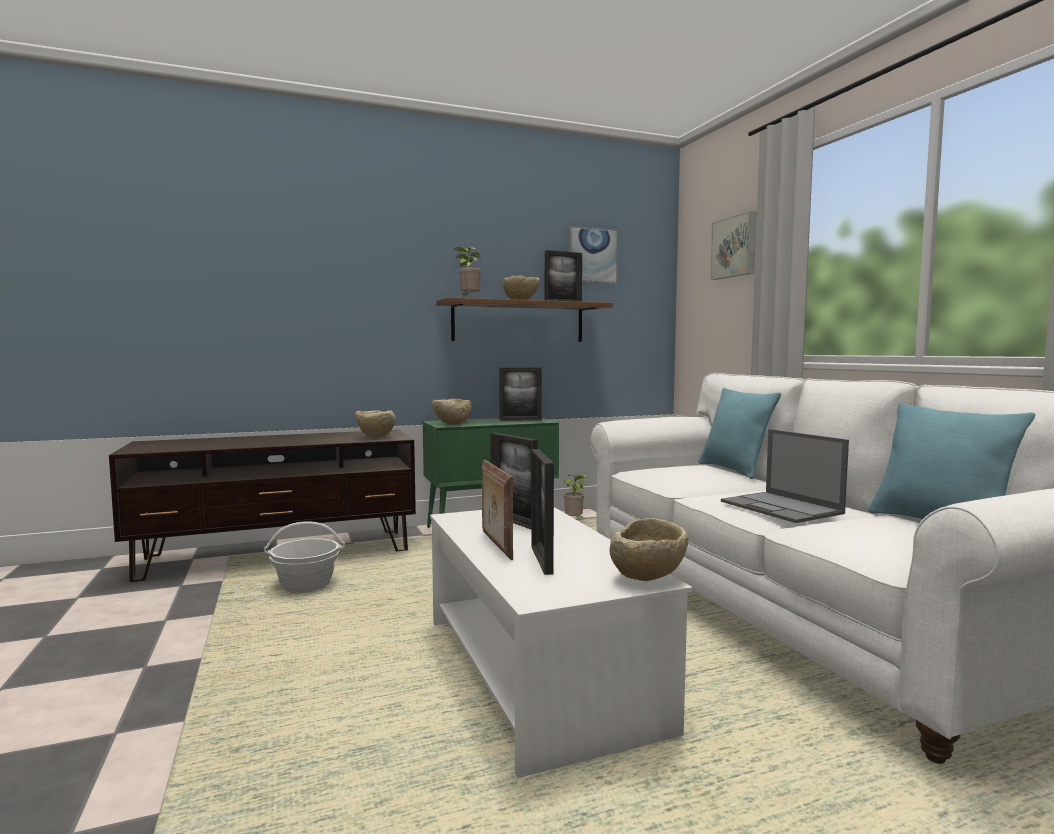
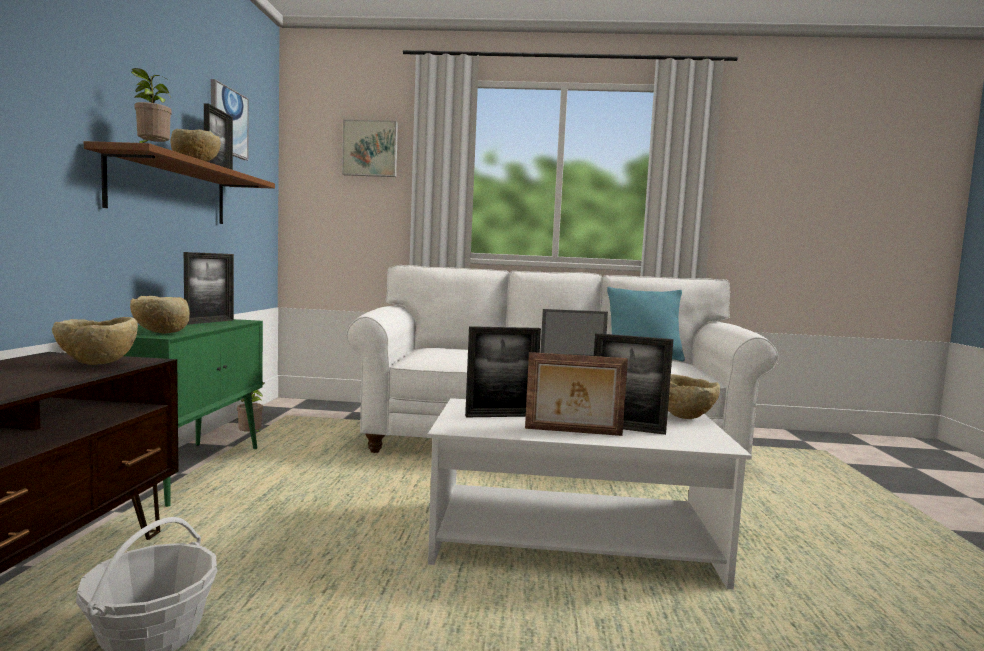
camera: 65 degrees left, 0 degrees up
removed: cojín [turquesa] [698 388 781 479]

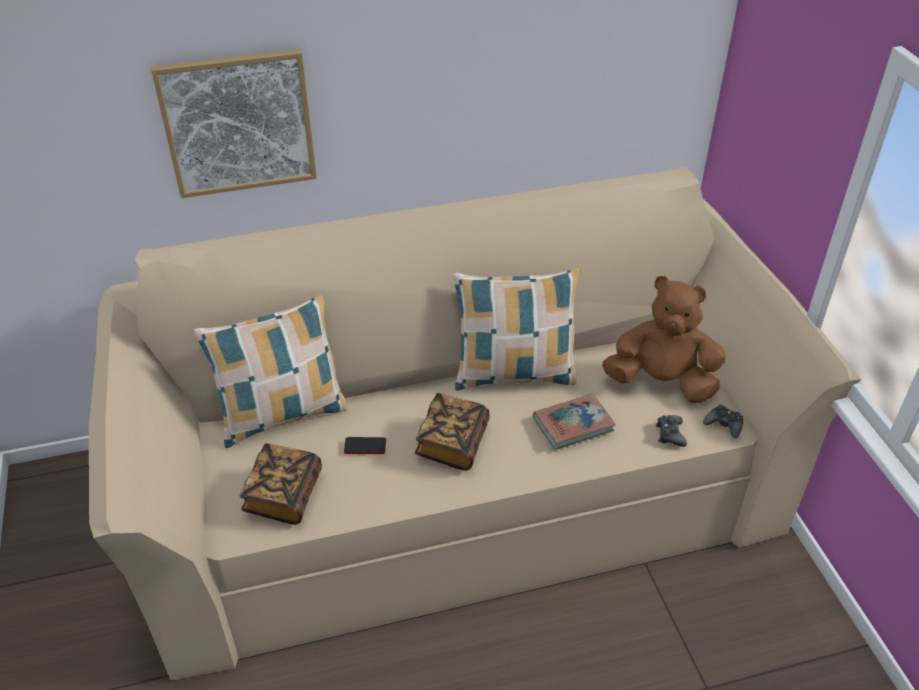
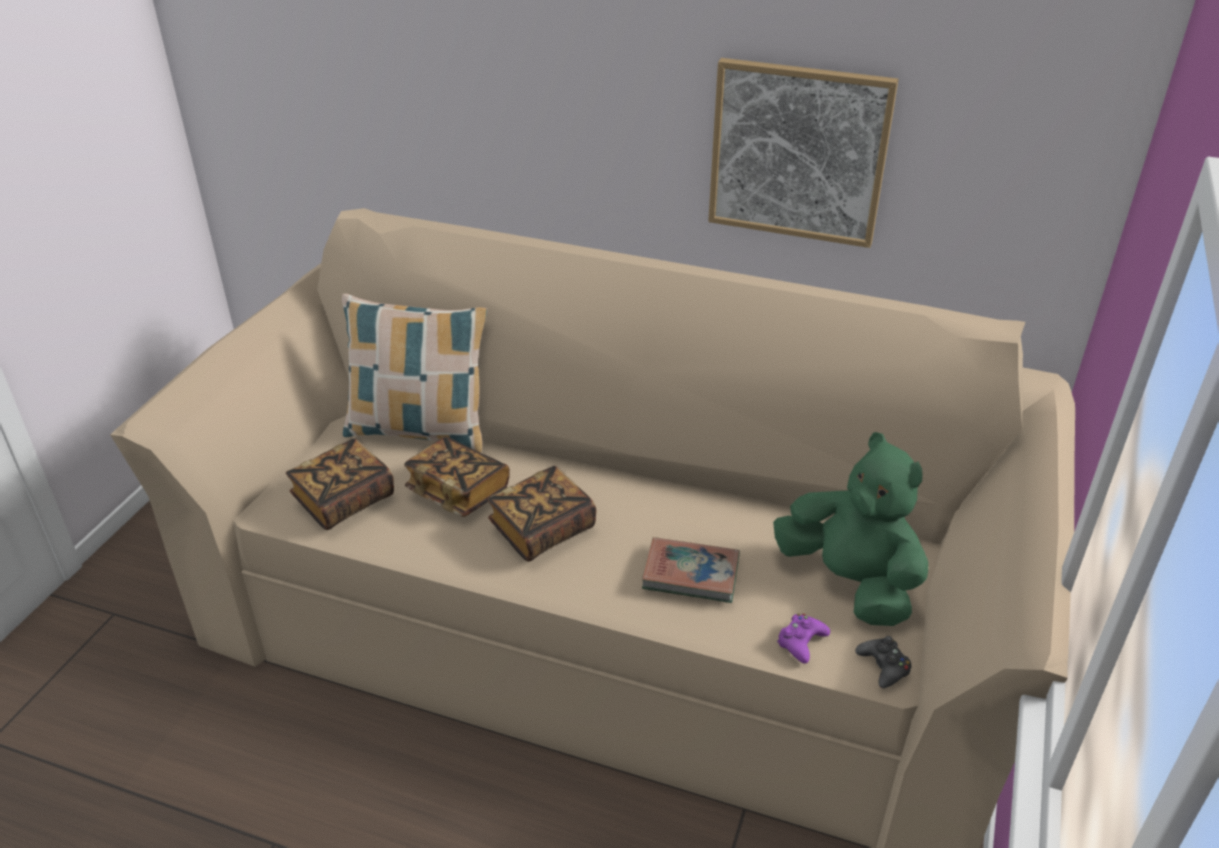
camera: 35 degrees right, 5 degrees down
removed: cojín [453 269 580 391]
moved: cuadro [151 49 317 198] to [708 58 899 248]
replaced: móvil [344 437 386 454] to libro [404 437 510 517]
recoloured: peluche [marrón] [602 276 726 403] to peluche [verde] [773 432 928 626]; mando de consola [negro] [656 415 687 447] to mando de consola [morado] [777 614 830 664]

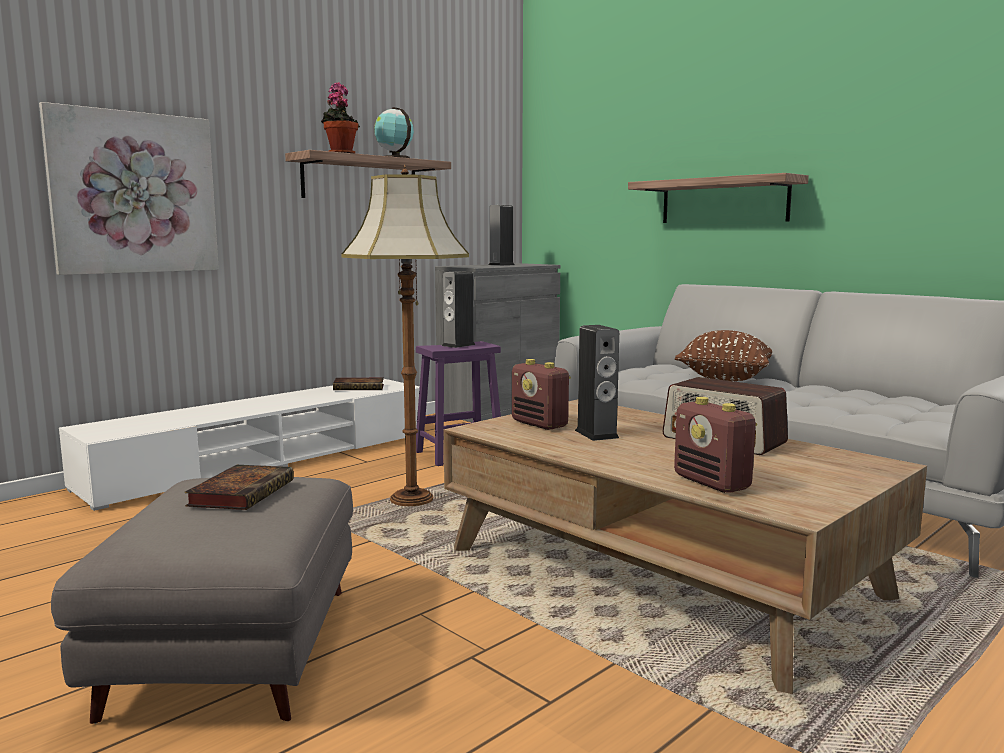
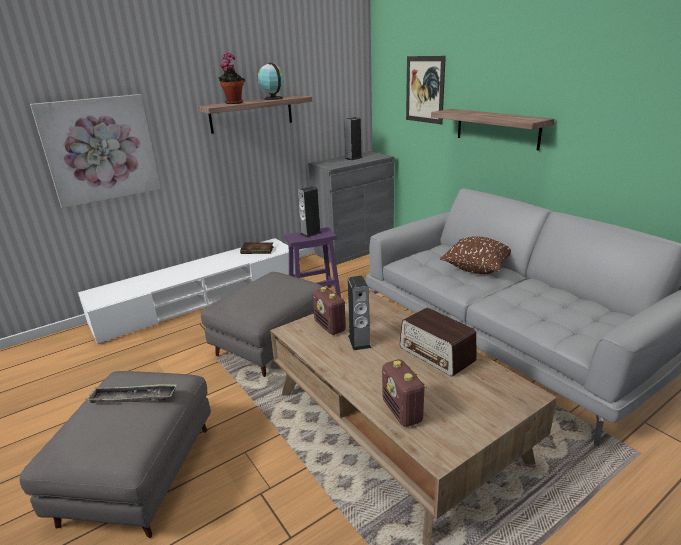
camera: 10 degrees right, 15 degrees up
added: cuadro [406 56 446 124]
replaced: libro [185 465 294 510] to bandeja [85 384 177 403]; lámpara de pie [341 165 469 506] to puf [gris] [201 272 324 377]

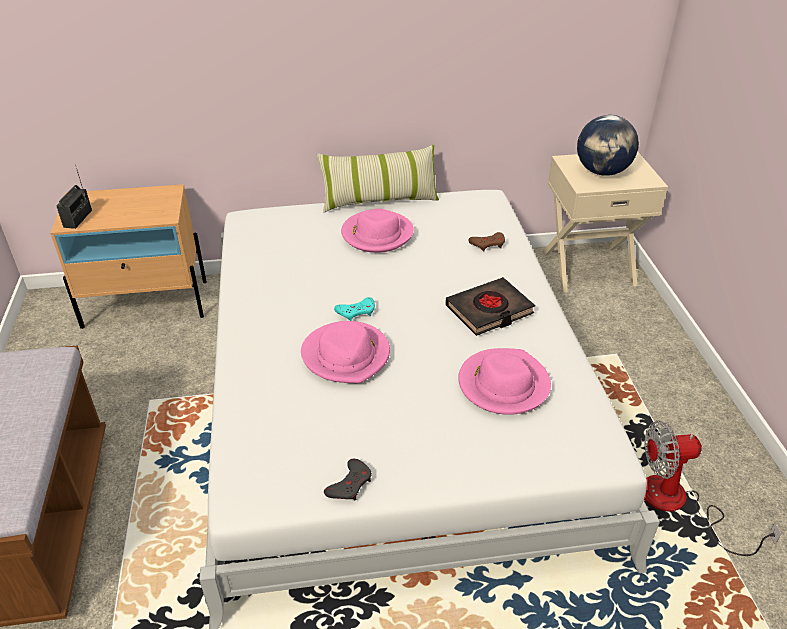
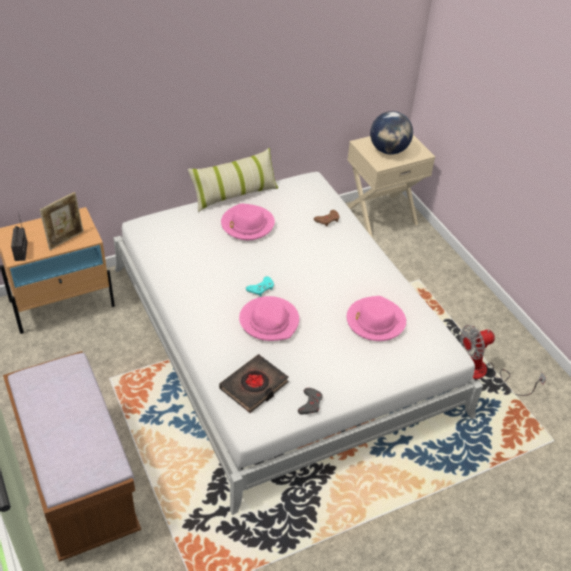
camera: 20 degrees left, 5 degrees up
added: portarretratos [40 192 84 250]
moved: libro [negro] [445 277 535 336] to [219 354 289 413]

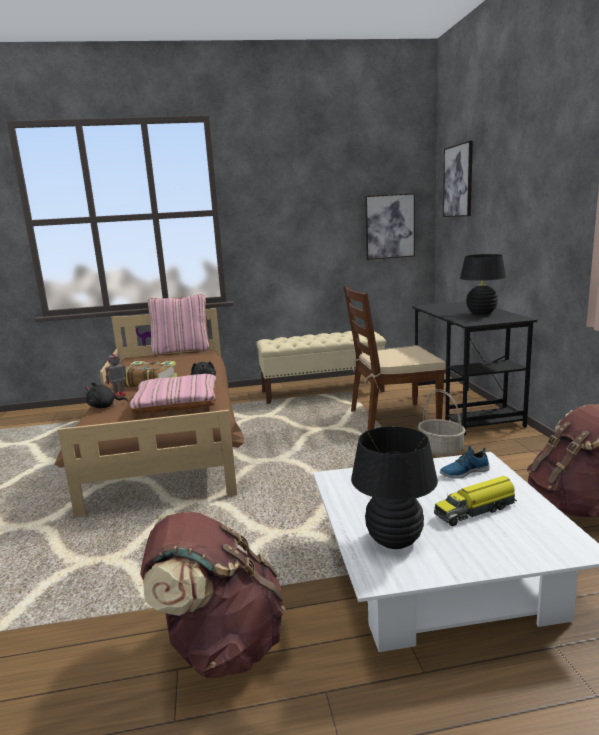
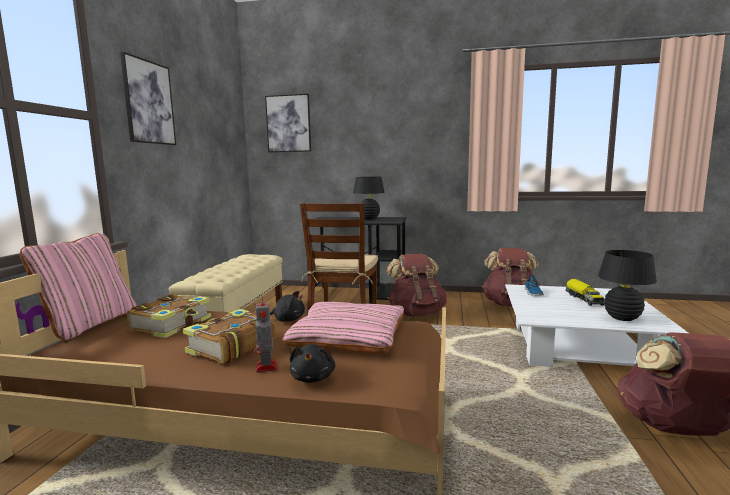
camera: 70 degrees left, 5 degrees down
added: libro [127 294 211 338]
moved: cuadro [365 193 415 260] to [120 52 176 145]
replaced: cesta [418 389 466 456] to mochila [marrón] [386 254 447 316]

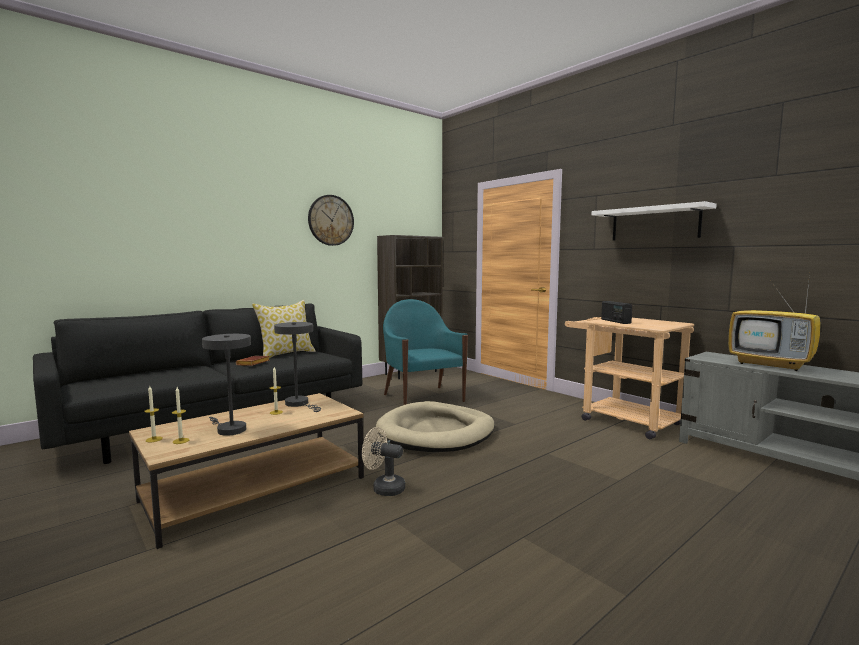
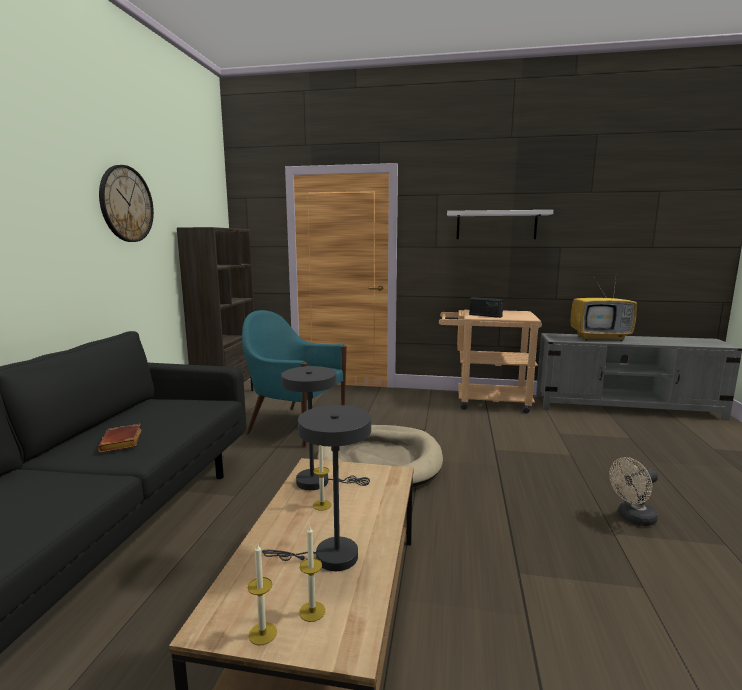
camera: 40 degrees left, 5 degrees up
removed: cojín [252 300 316 358]
moved: ventilador [beis] [362 427 405 496] to [609 457 658 526]

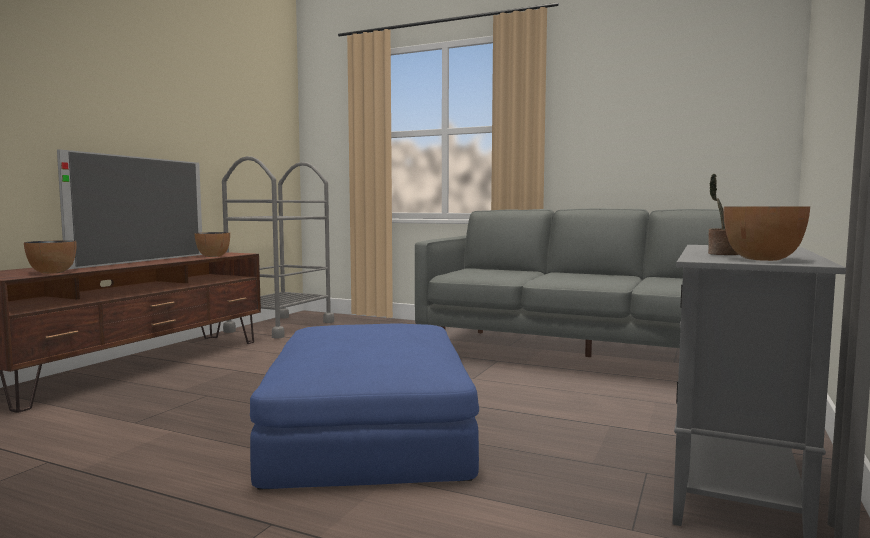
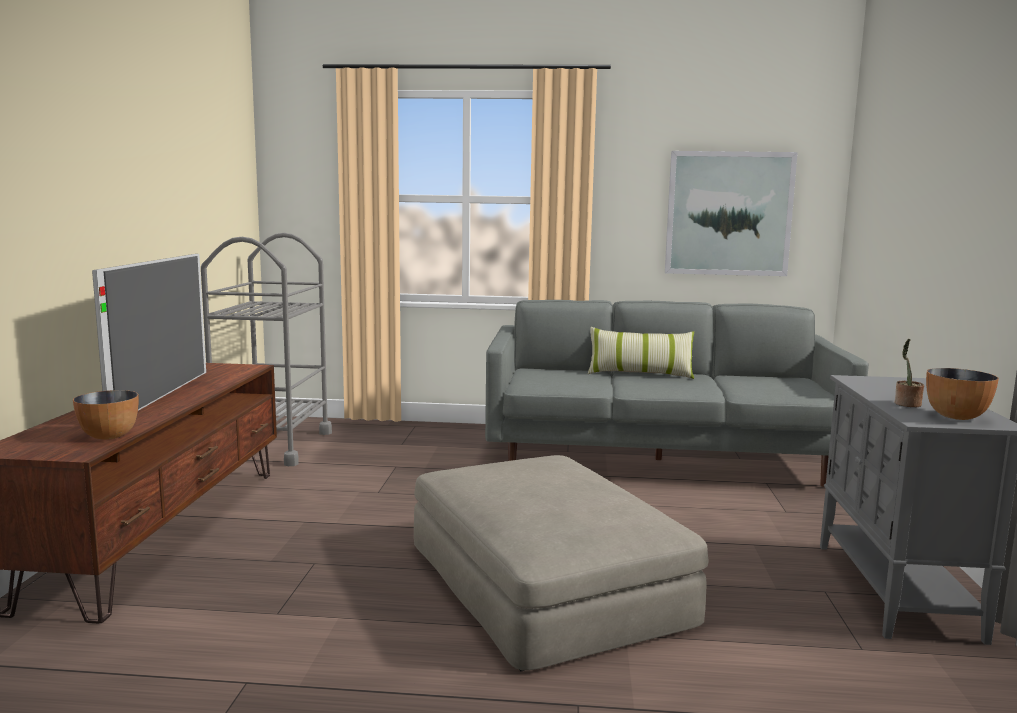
camera: 20 degrees left, 5 degrees up
removed: cuenco [194 232 230 257]
added: cojín [588 327 694 379]; cuadro [665 151 798 276]
recoloured: puf [azul] [250 324 479 490] to puf [beis] [414 455 709 671]

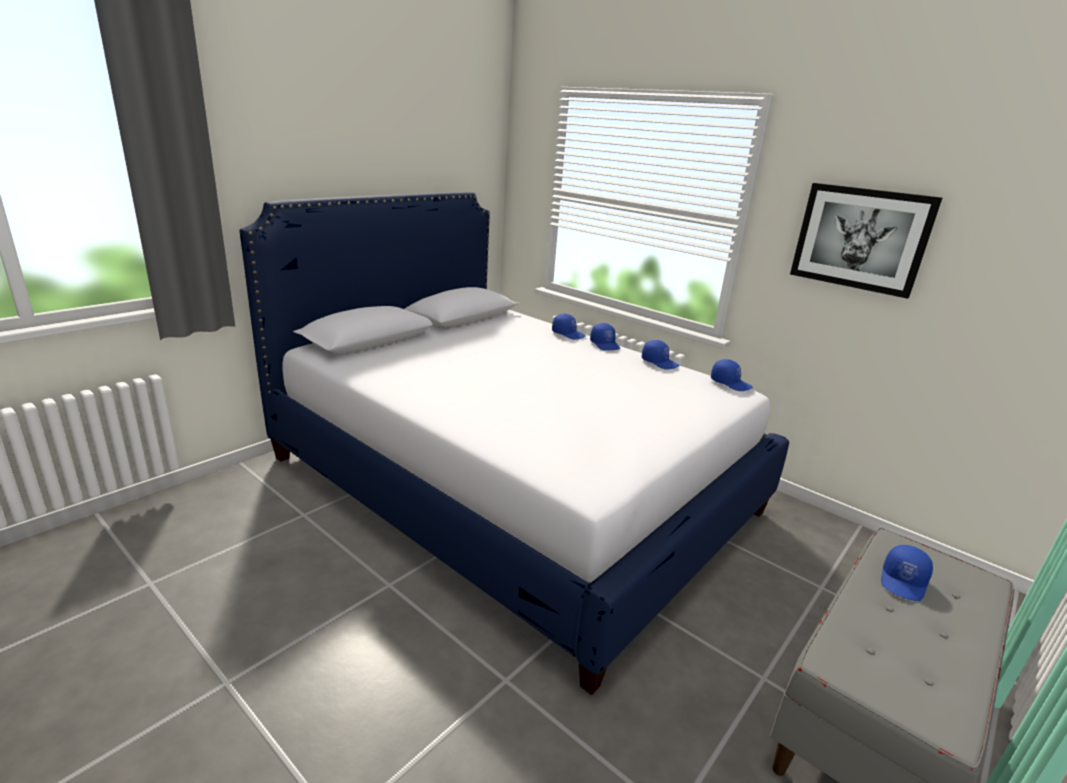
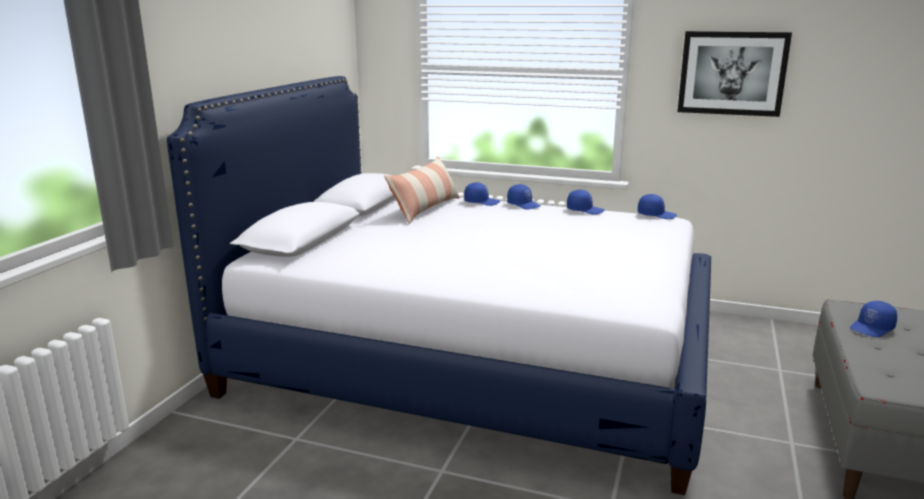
camera: 20 degrees left, 5 degrees down
added: cojín [384 156 460 224]
turned: gorra [azul] [881 545 933 601] = [850 301 897 337] 45 degrees clockwise

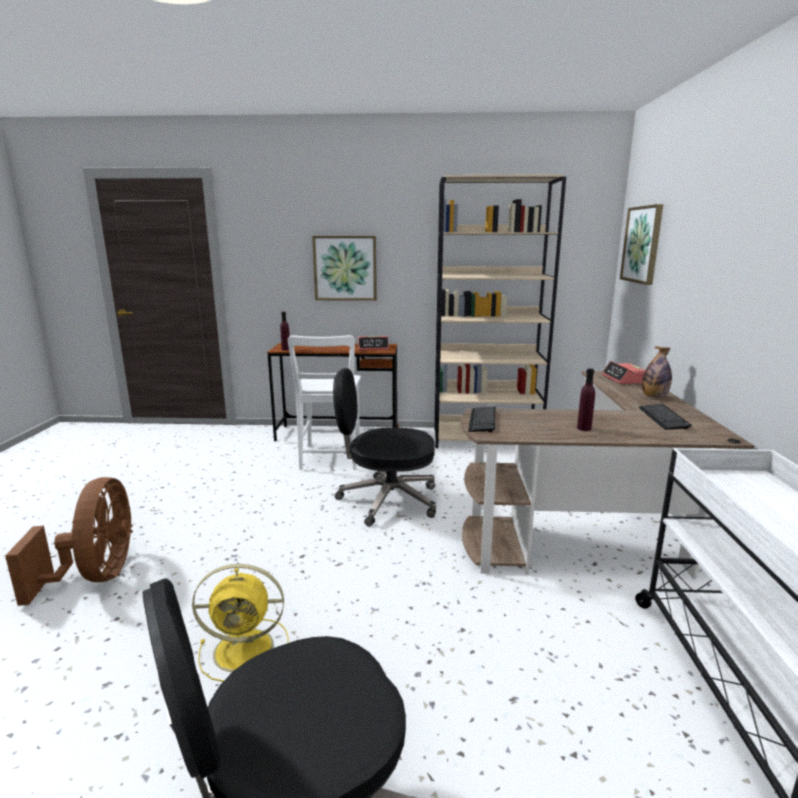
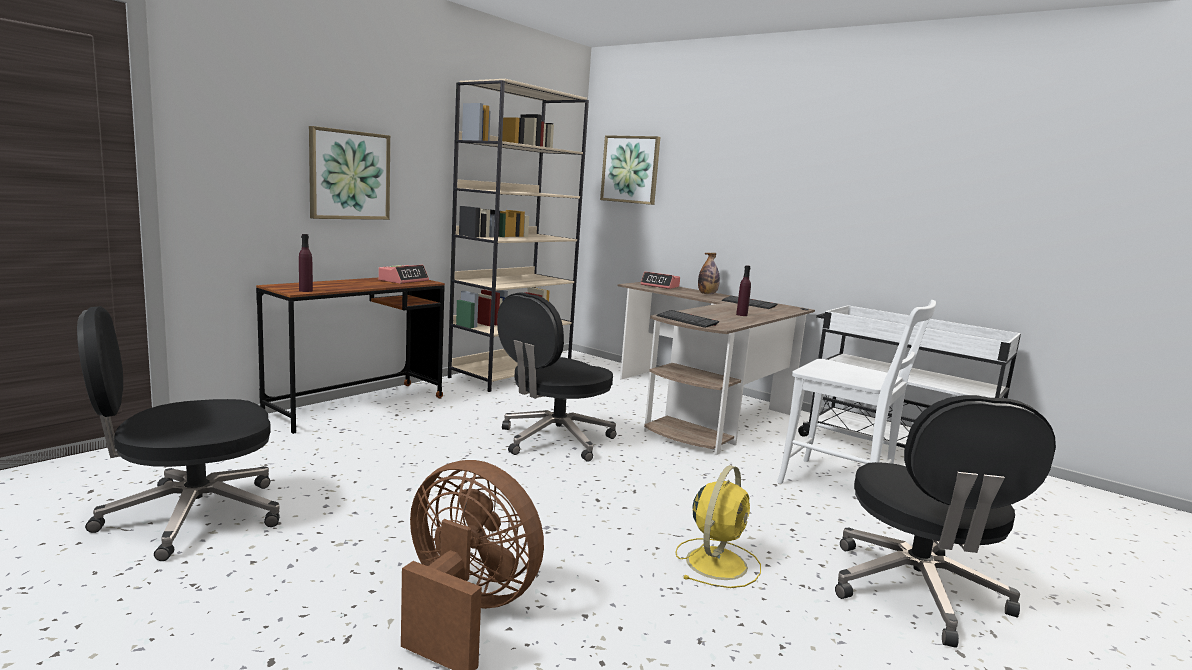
camera: 55 degrees left, 5 degrees down
added: silla de oficina [negro] [77 306 280 561]
moved: silla [blanco] [288 335 361 470] to [777 300 936 484]

